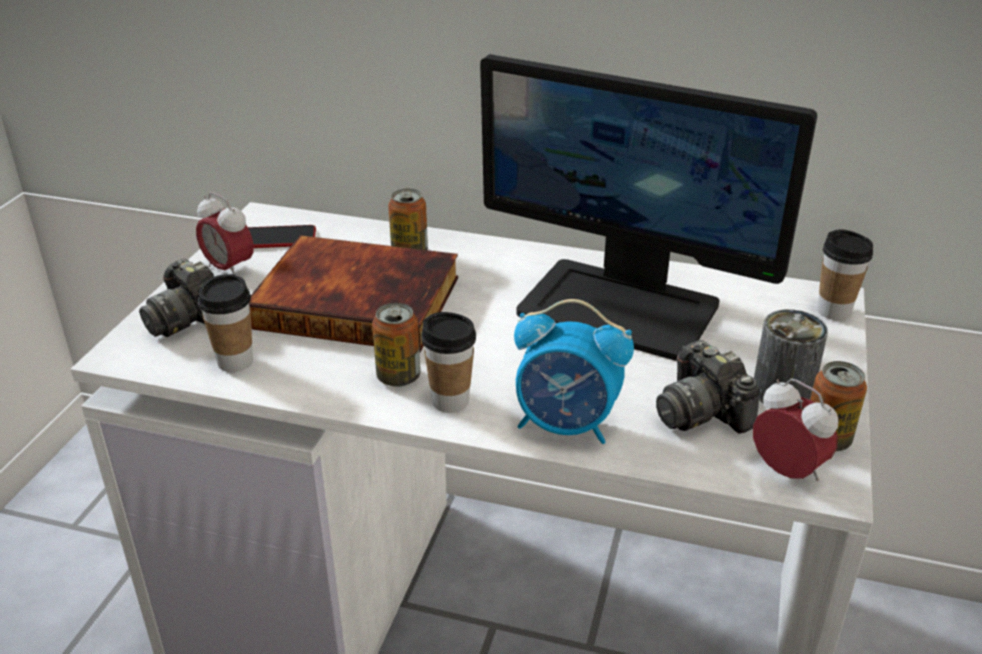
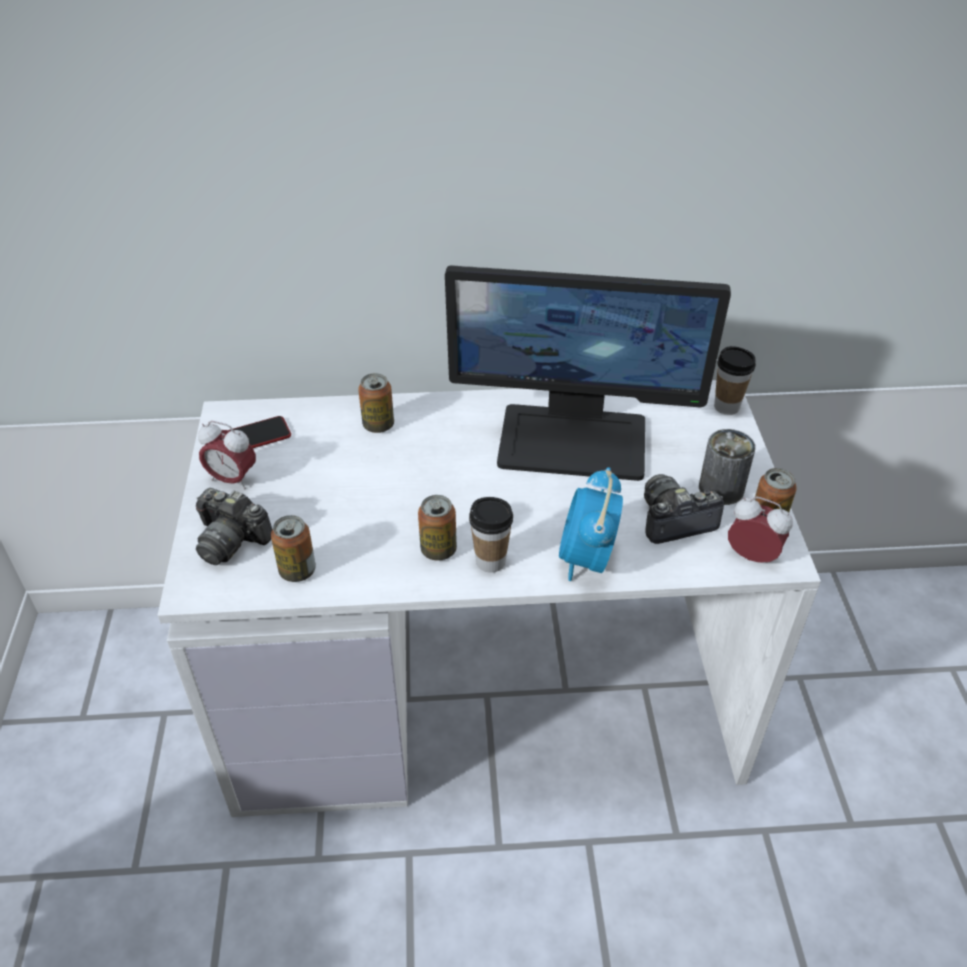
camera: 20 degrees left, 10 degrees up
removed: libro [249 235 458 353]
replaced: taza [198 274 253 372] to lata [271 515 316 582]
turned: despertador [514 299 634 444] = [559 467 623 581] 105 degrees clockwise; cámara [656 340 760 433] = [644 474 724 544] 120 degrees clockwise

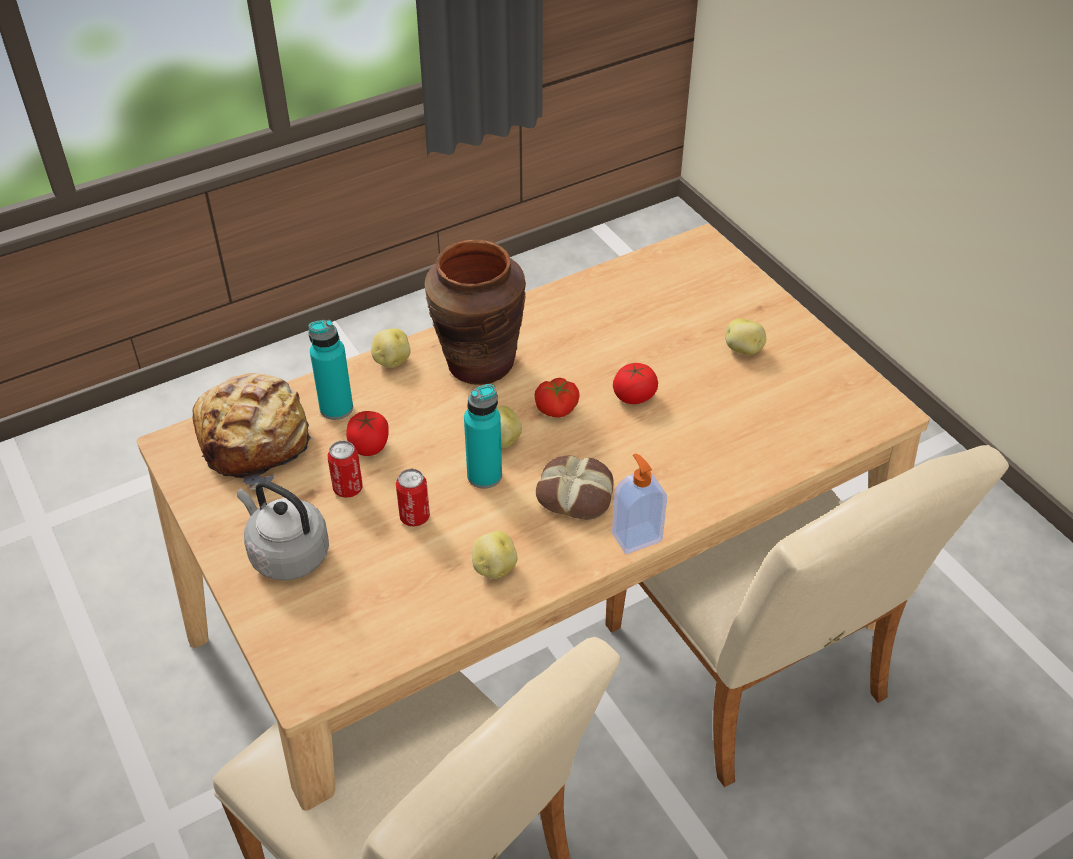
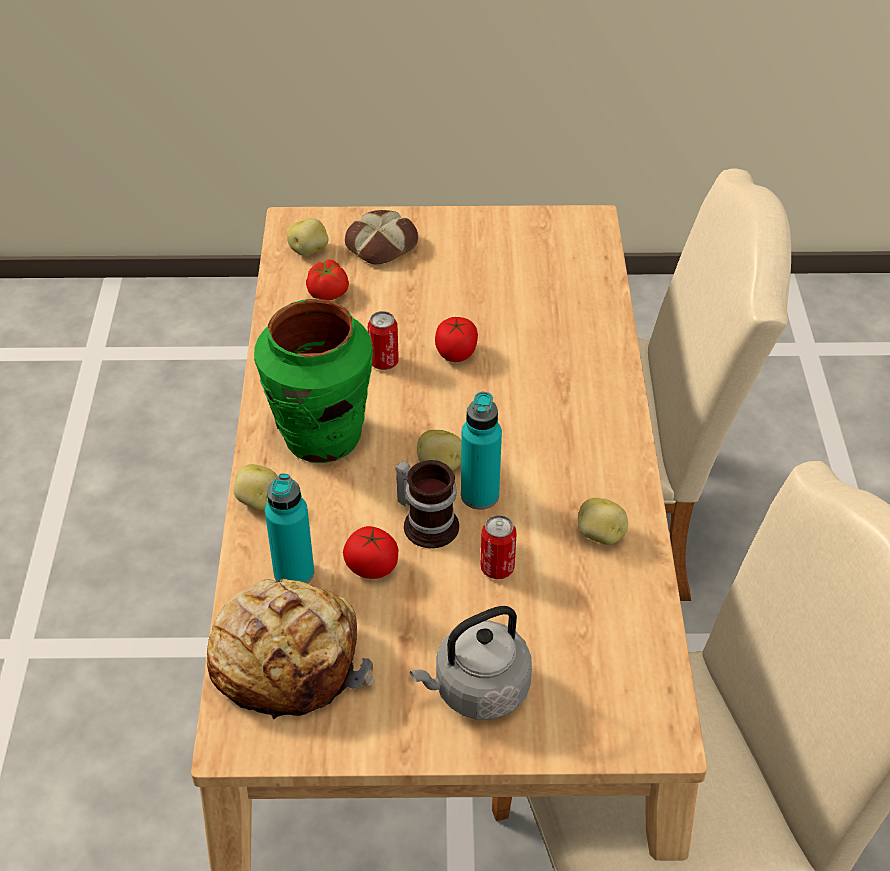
camera: 60 degrees left, 0 degrees up
removed: dispensador de jabón [612 453 667 554]
added: taza grande [395 460 459 548]
moved: lata [327 440 363 498] to [368 311 399 370]; tomate [534 378 580 418] to [306 259 349 300]; pan [536 455 614 520] to [345 210 418 265]; patata [725 319 766 355] to [287 218 329 256]
recoloured: florero [marrón] [425 240 526 385] to florero [verde] [254 299 373 463]

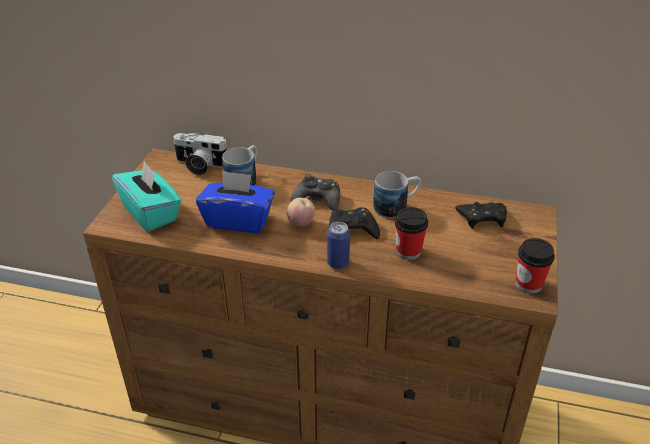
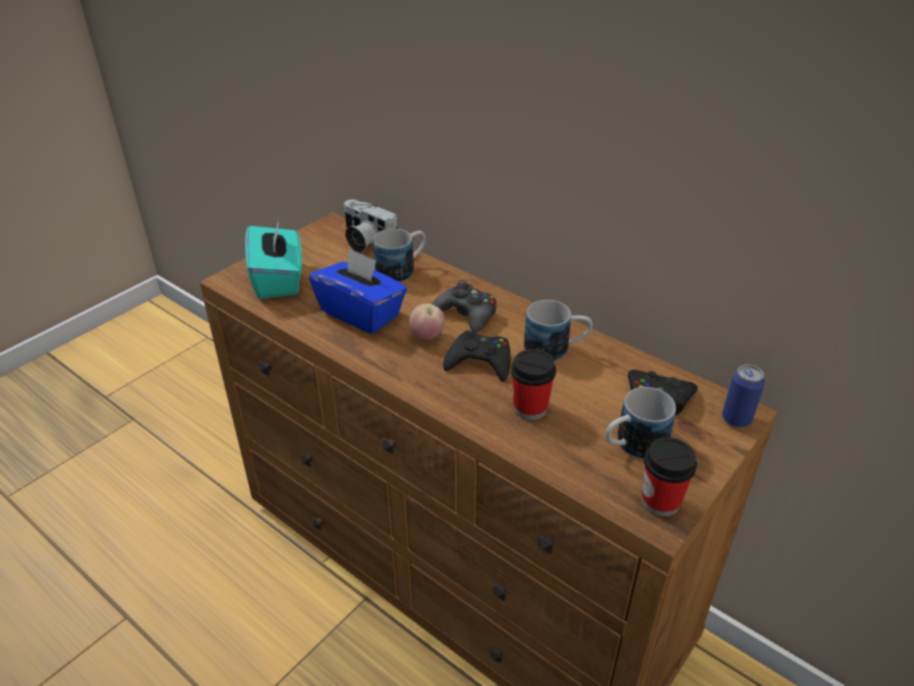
camera: 25 degrees right, 0 degrees up
added: taza grande [606 387 676 459]
moved: lata [327 222 350 269] to [722 364 765 428]

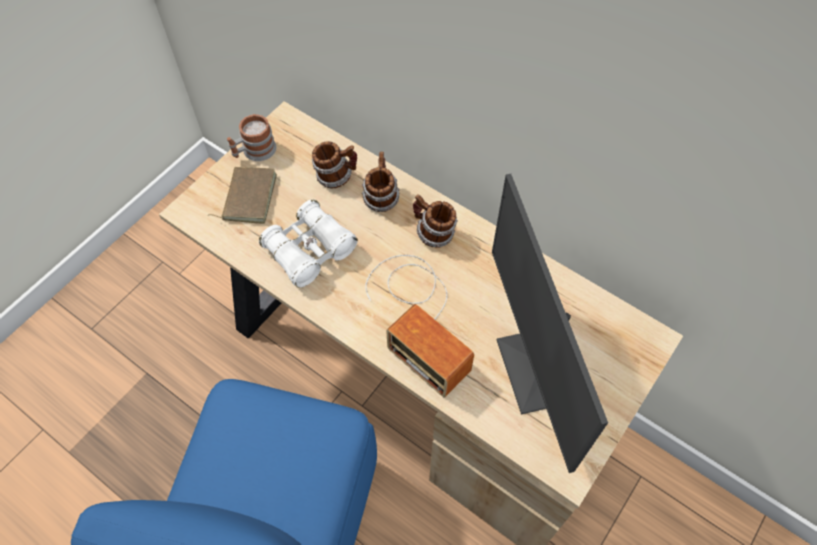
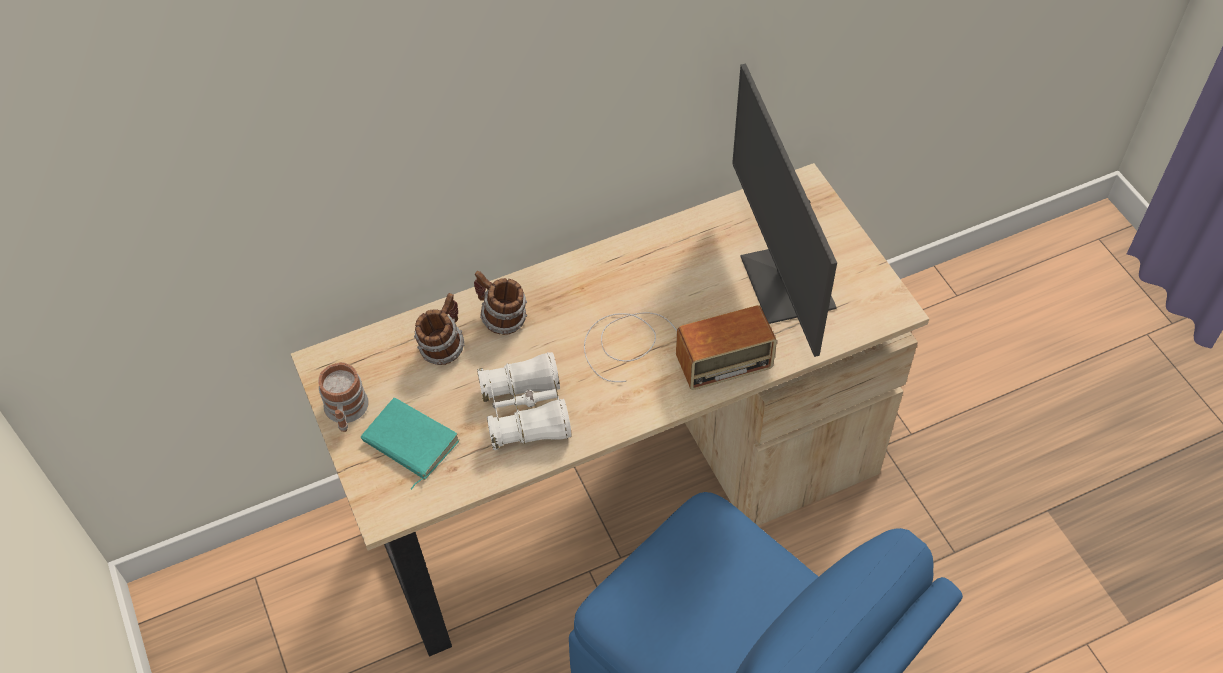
camera: 60 degrees left, 5 degrees down
removed: taza grande [413 194 458 248]
recoloured: libro [marrón] [208 167 277 224] to libro [turquesa] [361 398 460 490]
turned: monitor [492 174 608 473] = [732 64 837 357] 60 degrees clockwise

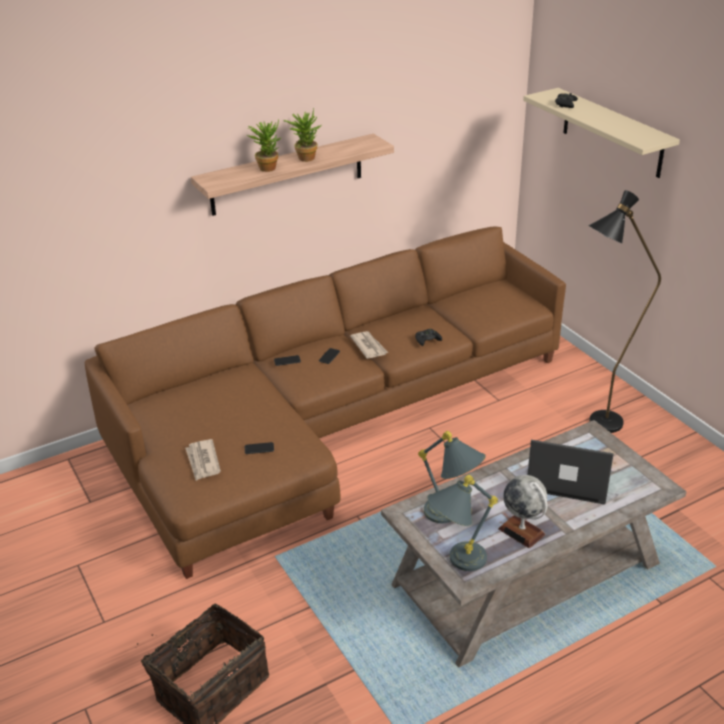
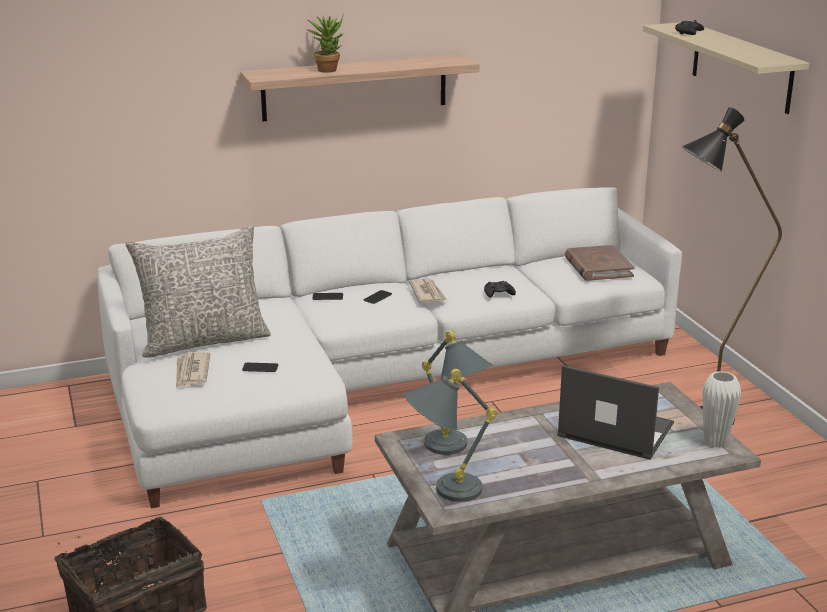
camera: 10 degrees right, 10 degrees down
removed: planta en maceta [283 108 322 162]; globo terráqueo [498 475 547 548]
added: cojín [gris] [126 225 271 358]; libro [marrón] [565 245 635 281]; florero [blanco] [702 371 741 448]
recoloured: sofá [marrón] [85 226 566 579] to sofá [blanco] [97 187 682 509]

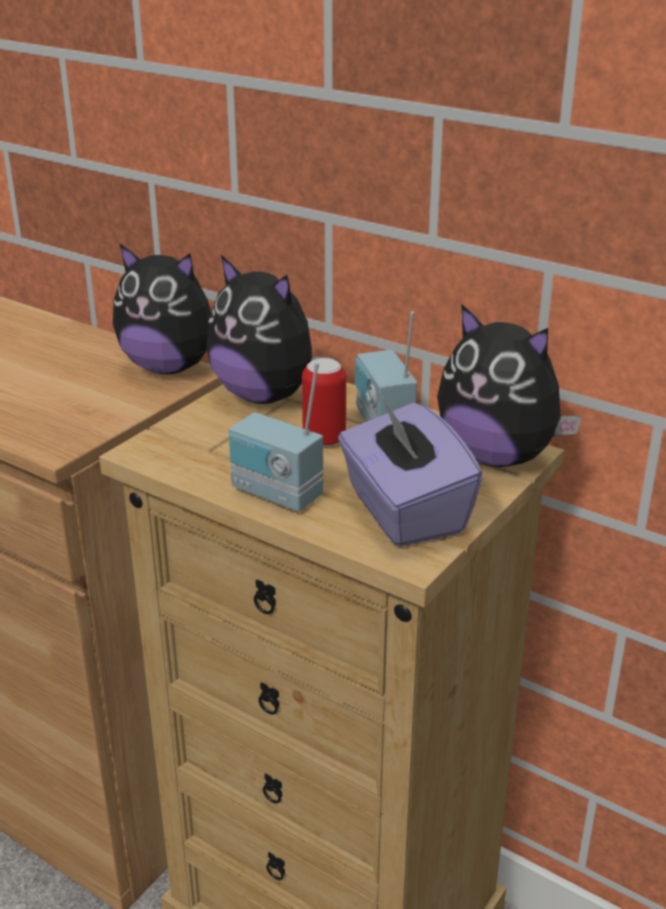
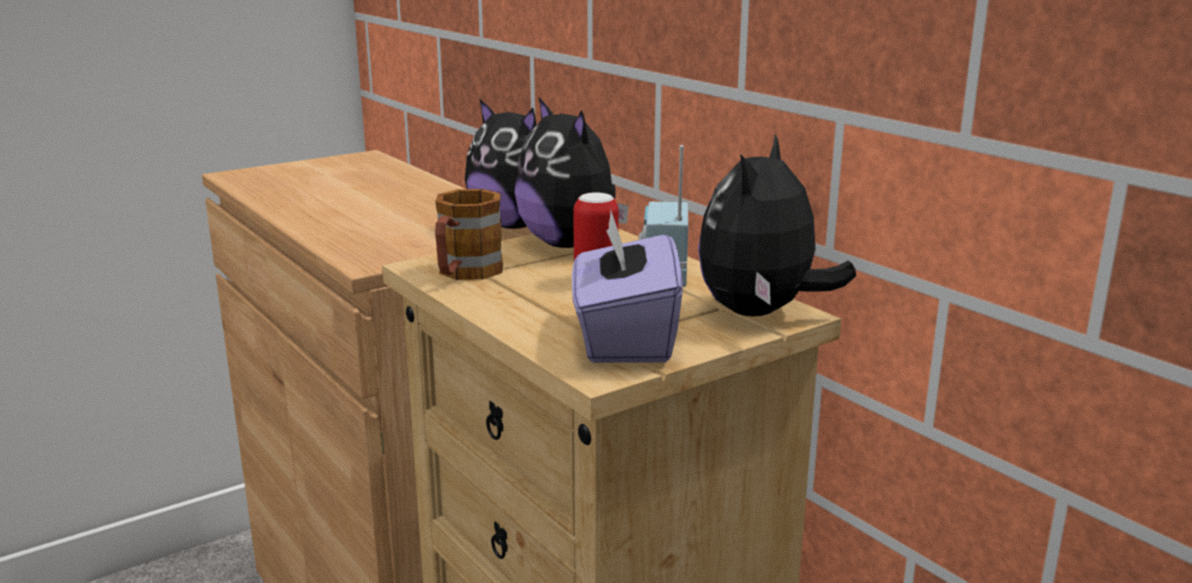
camera: 20 degrees right, 10 degrees down
removed: radio [229 362 323 512]
added: taza grande [435 189 503 280]
turned: peluche [437 304 582 467] = [698 134 856 316] 60 degrees clockwise

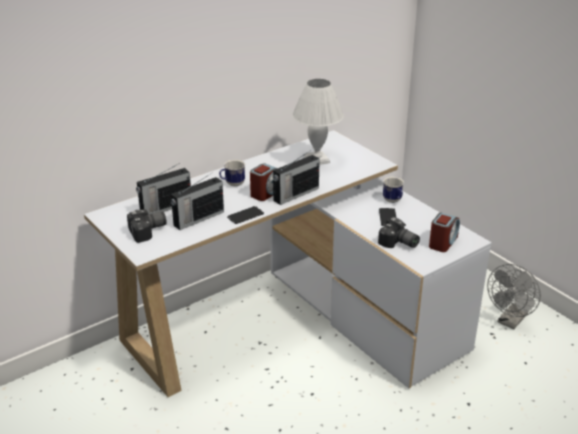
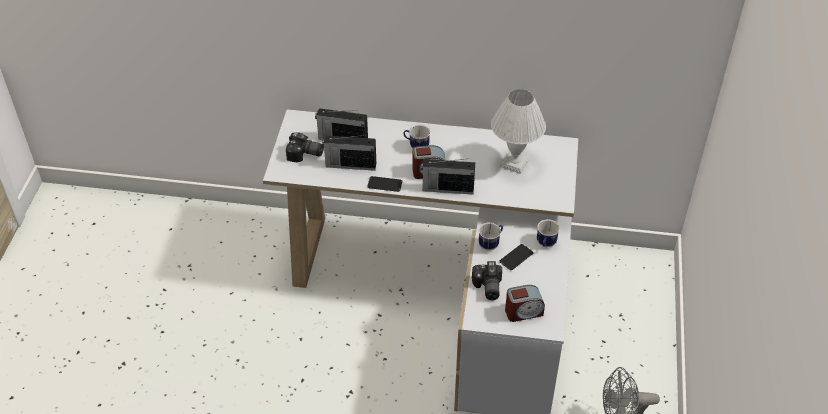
camera: 45 degrees right, 15 degrees up
added: taza grande [479 222 503 251]

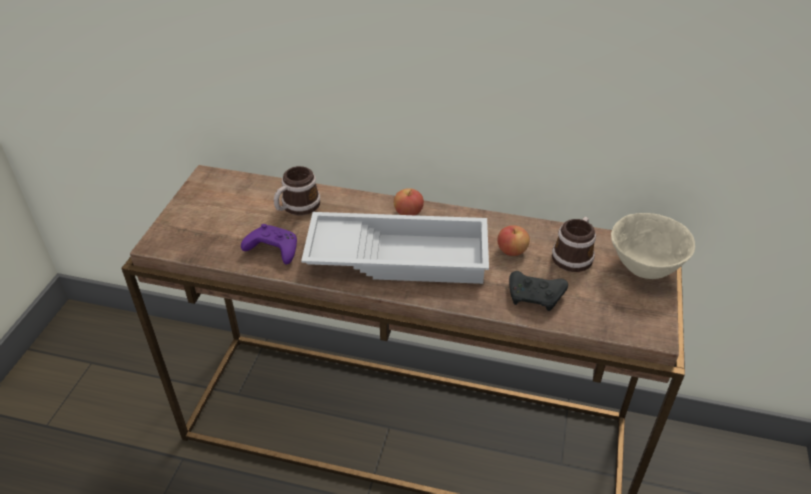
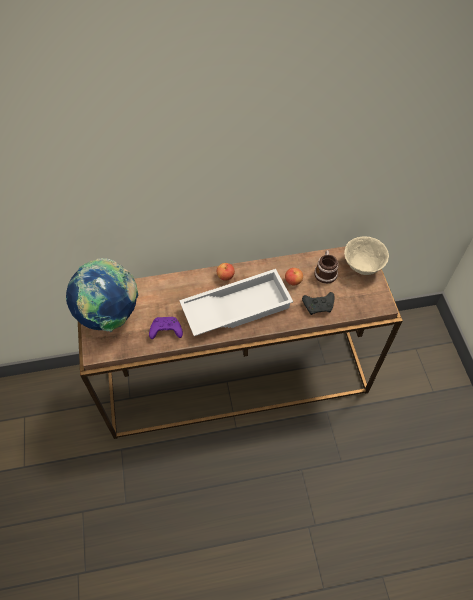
camera: 25 degrees left, 15 degrees up
removed: taza grande [274 166 320 215]
added: globo terráqueo [66 258 138 332]

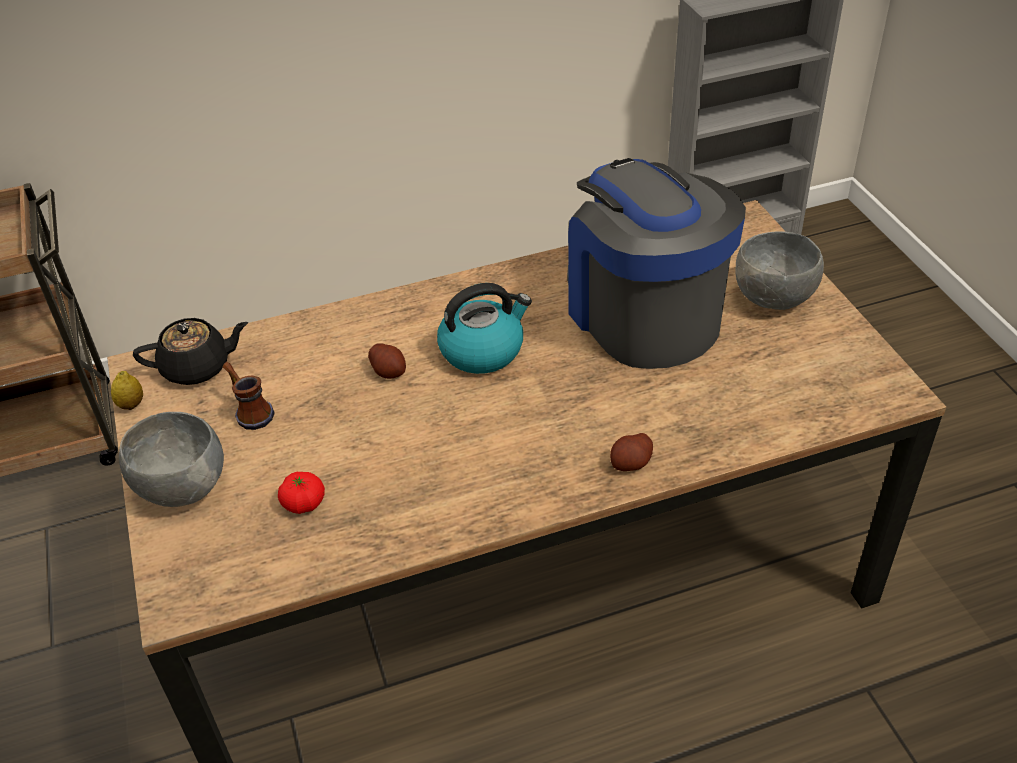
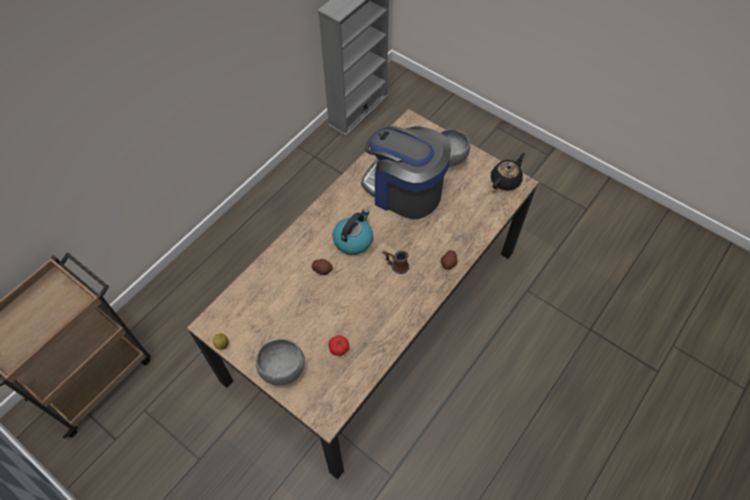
camera: 35 degrees left, 15 degrees up
moved: tetera [negro] [133 318 248 385] to [491 153 525 191]; taza grande [223 362 275 430] to [383 251 409 274]

